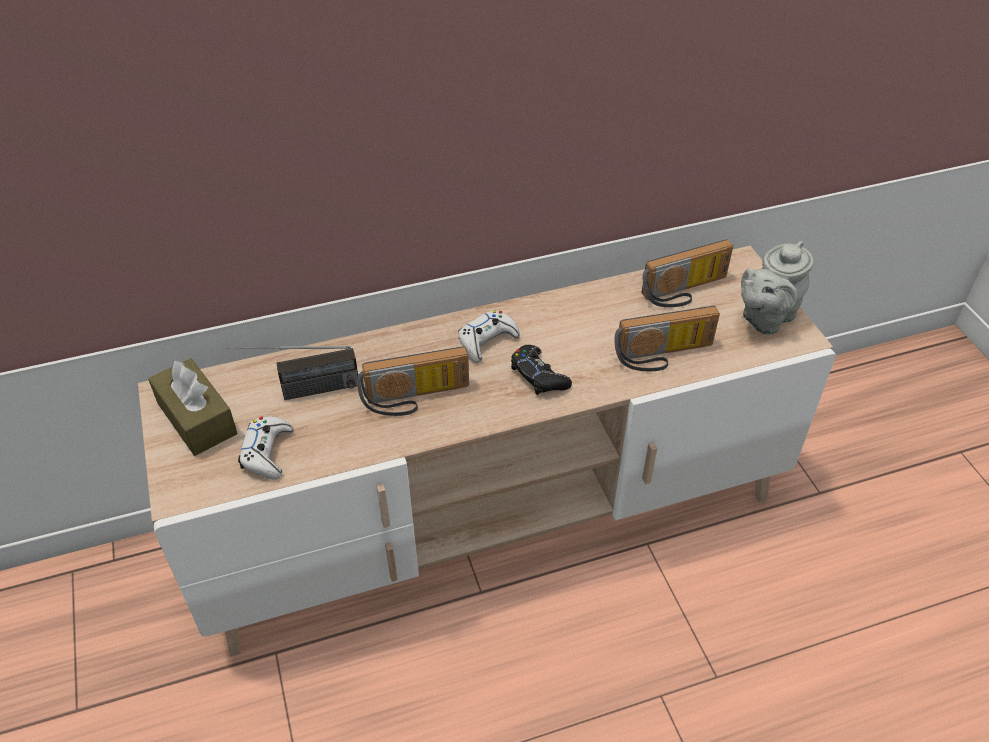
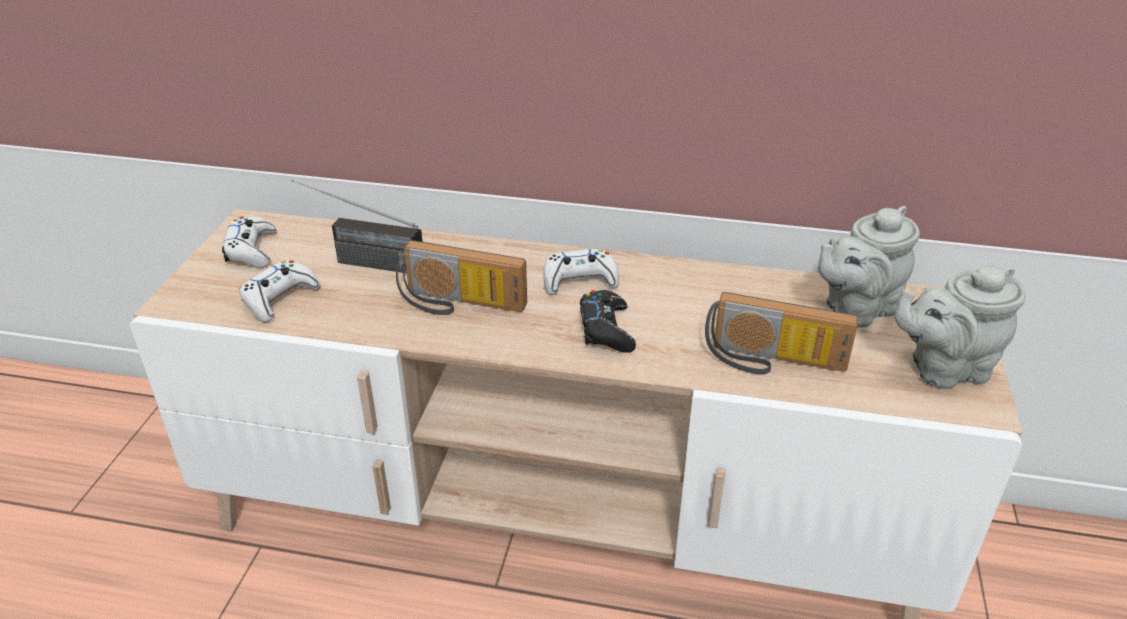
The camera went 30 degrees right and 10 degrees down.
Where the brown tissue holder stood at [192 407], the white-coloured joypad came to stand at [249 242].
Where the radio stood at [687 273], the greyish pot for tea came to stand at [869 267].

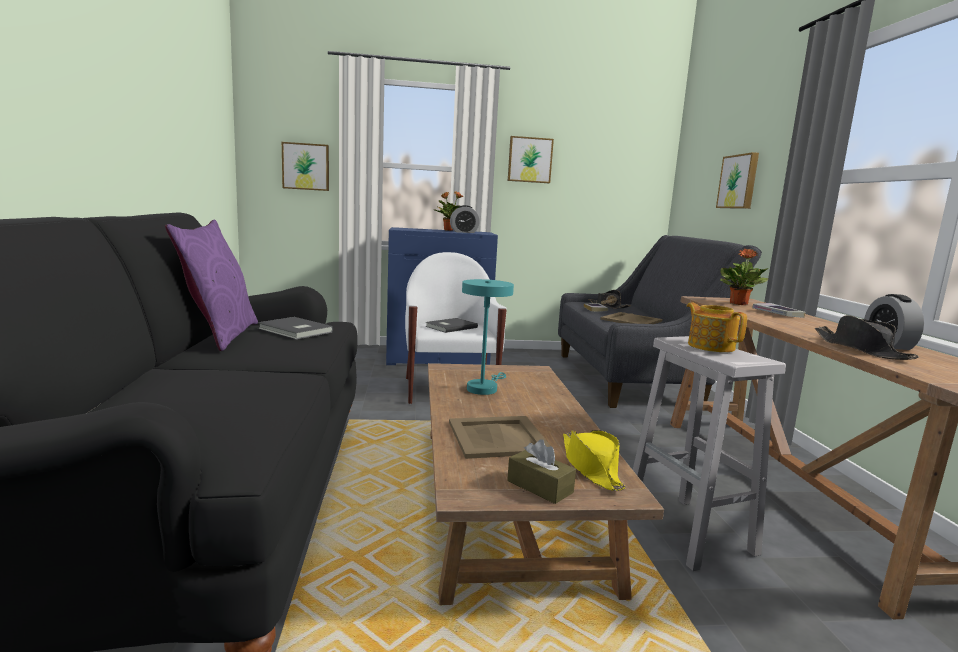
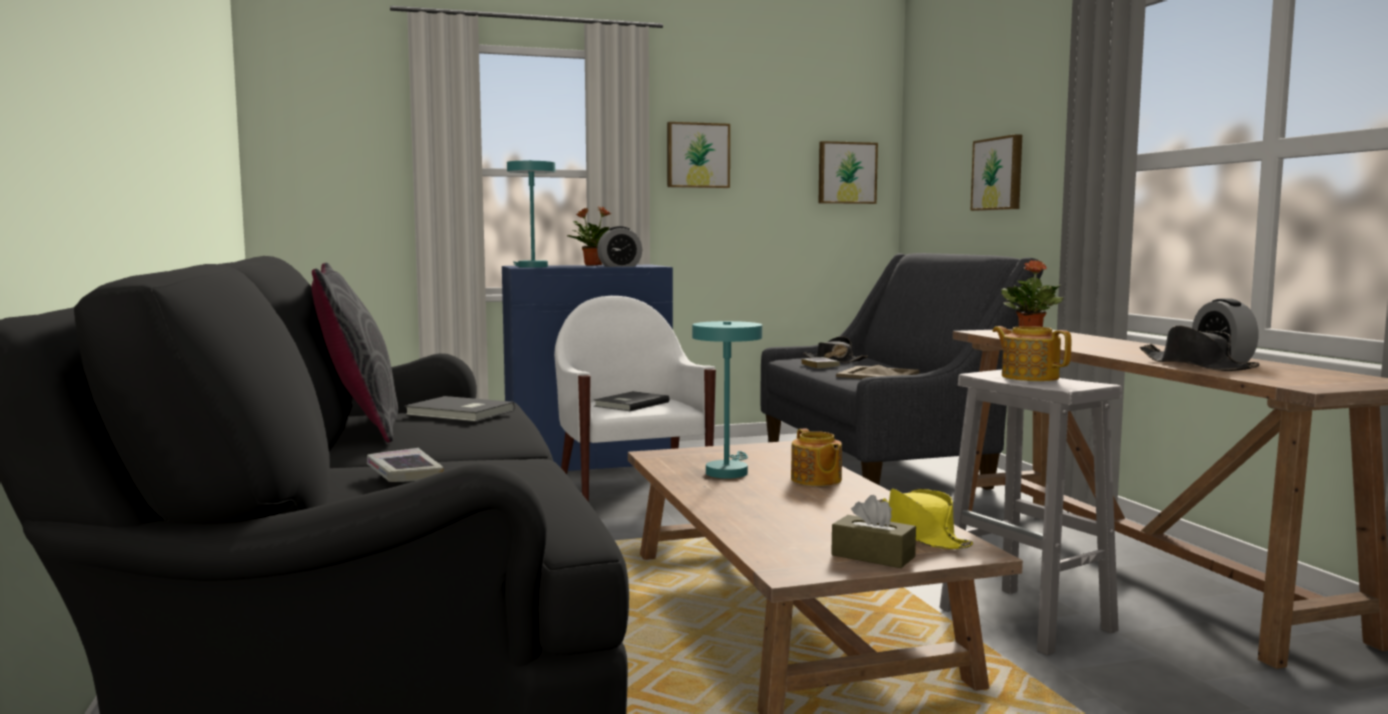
The camera went 10 degrees left and 5 degrees down.
What was the purple throw pillow at [211 285] turned into the greyish throw pillow at [355 352].
The wall art ended up elsewhere, having gone from [305 166] to [848 172].
The second view lost the sand-coloured serving tray at [500 437].
The bound book ended up elsewhere, having gone from [779 310] to [405 465].
The second view gained the turquoise-coloured tabletop lamp at [531 214].
The second view gained the pot for tea at [816 457].

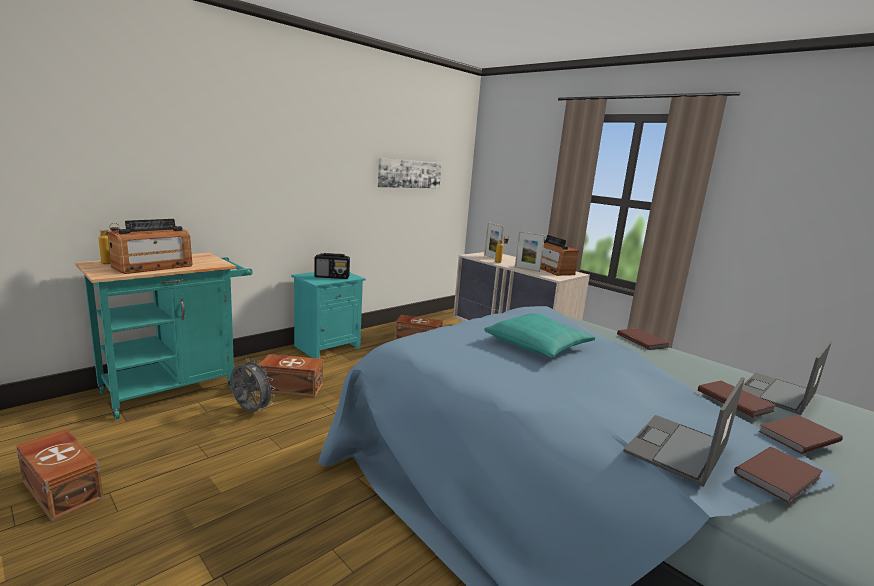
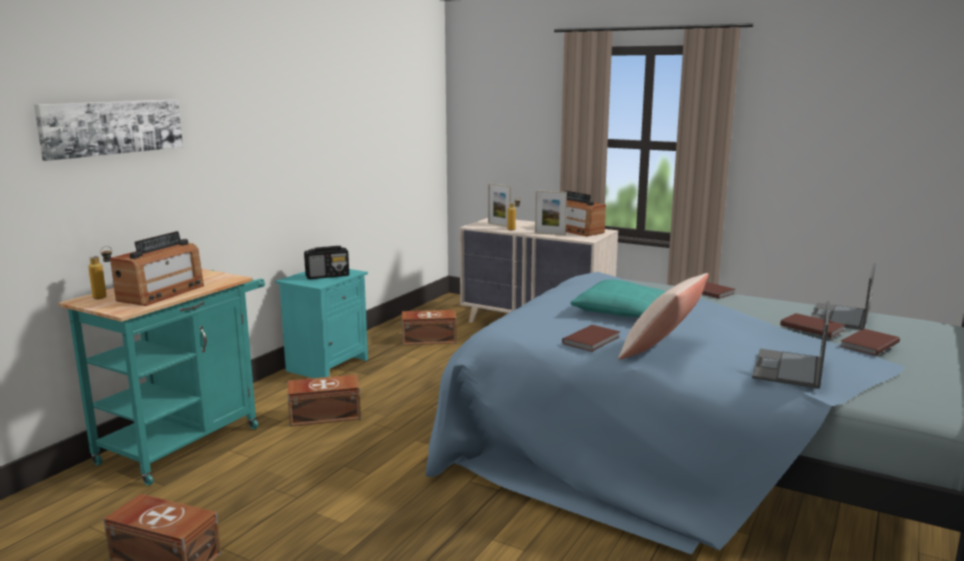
The camera went 15 degrees left and 0 degrees up.
The second view lost the greyish fan at [253 385].
The wall art ended up elsewhere, having gone from [410 173] to [108 130].
The brown bound book ended up elsewhere, having gone from [778 475] to [591 338].
The second view gained the sand-coloured throw pillow at [663 316].

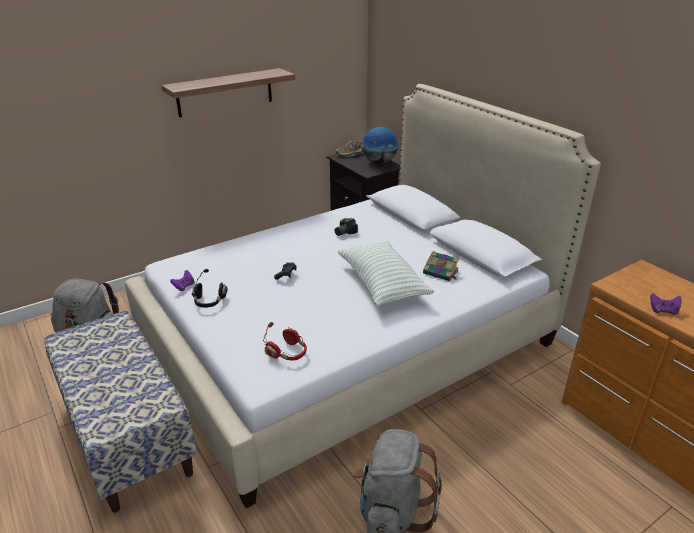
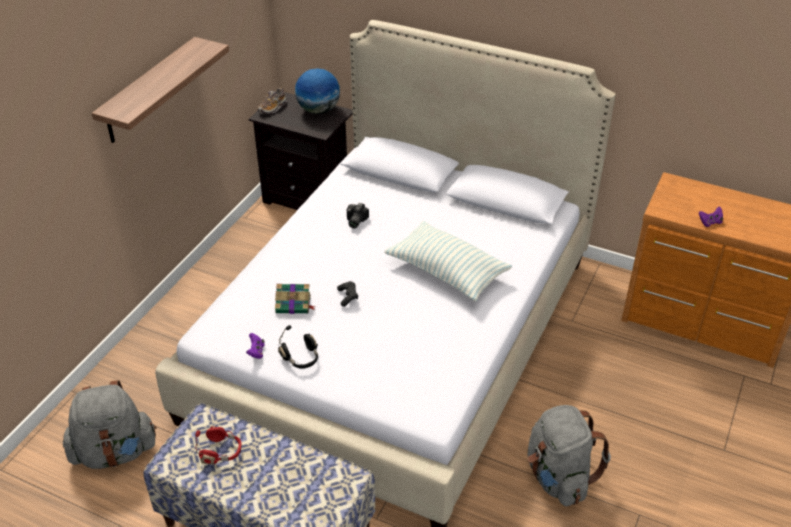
The camera went 30 degrees left and 10 degrees up.
The red pair of headphones ended up elsewhere, having gone from [285 341] to [219 445].
The bound book ended up elsewhere, having gone from [441 266] to [295 299].

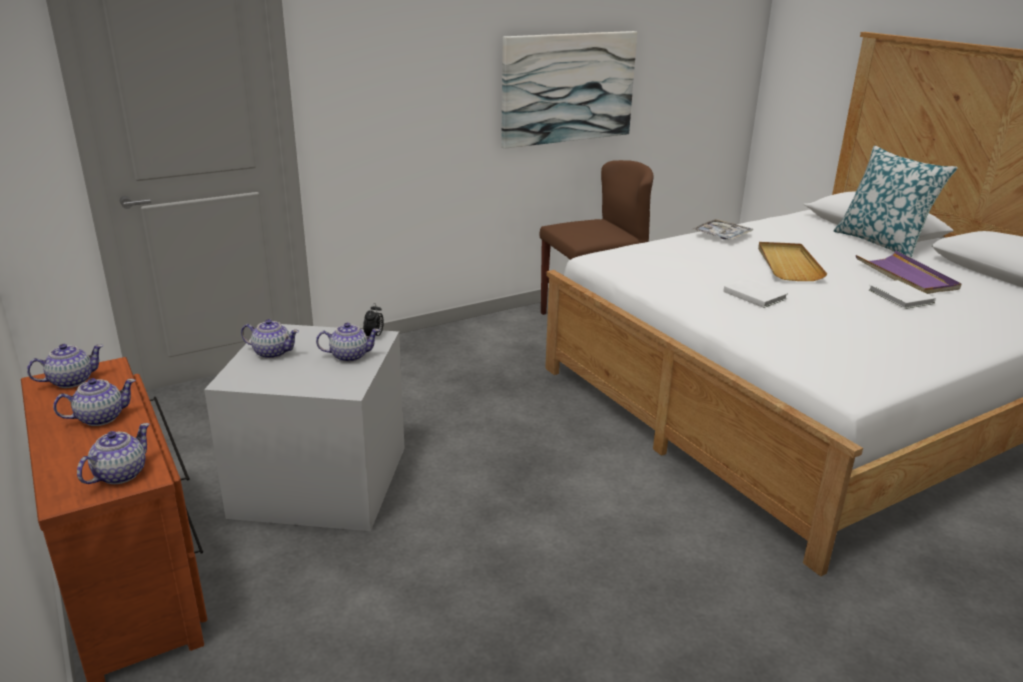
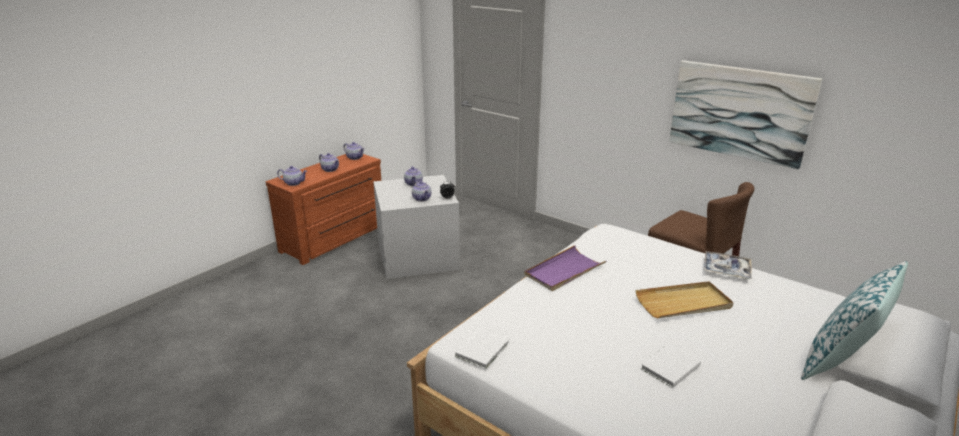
The camera went 70 degrees right and 0 degrees up.
The white-coloured bound book ended up elsewhere, having gone from [755 293] to [482 348].
The purple serving tray ended up elsewhere, having gone from [909 272] to [565 268].

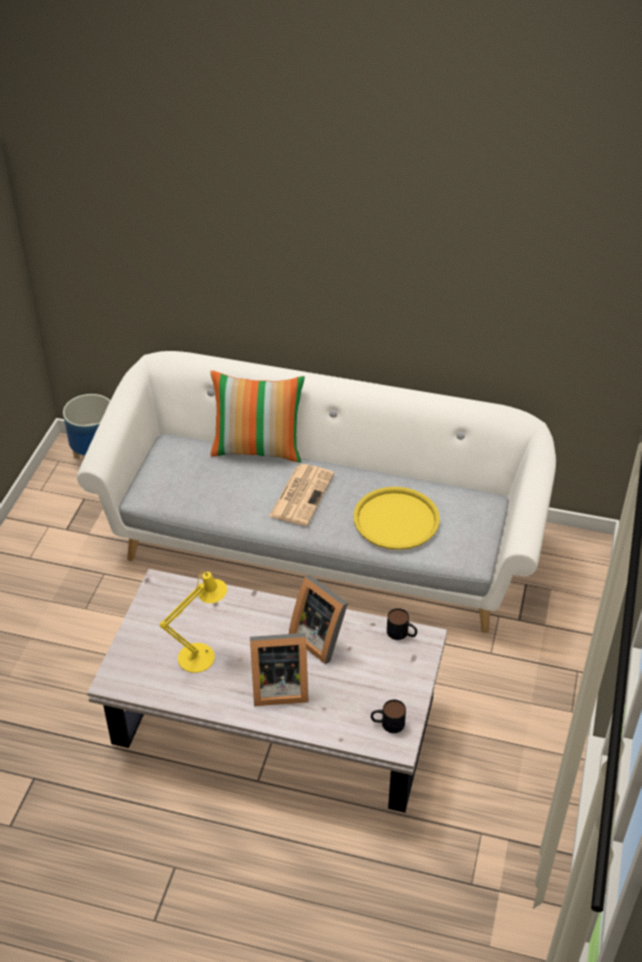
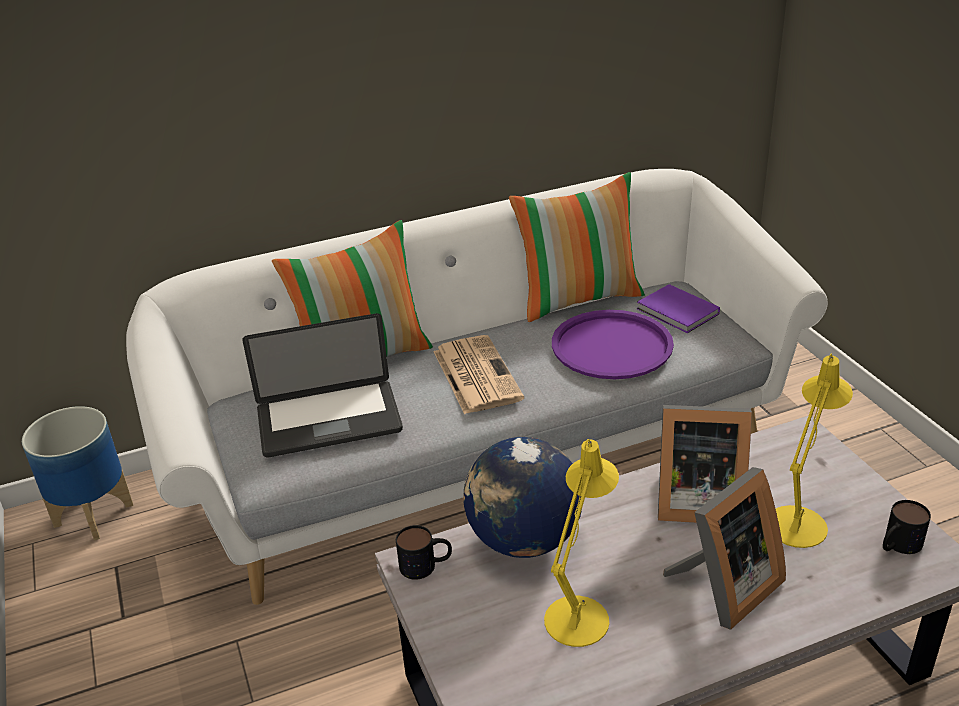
The camera went 35 degrees left and 10 degrees down.
What was the yellow serving tray at [396 518] turned into the purple serving tray at [613 344].
The coffee mug ended up elsewhere, having gone from [402 624] to [424 552].
The second view gained the portable computer at [322 385].
The second view gained the globe at [522 497].
The second view gained the throw pillow at [577 247].
The second view gained the purple bound book at [678 308].
The second view gained the yellow tabletop lamp at [814 451].

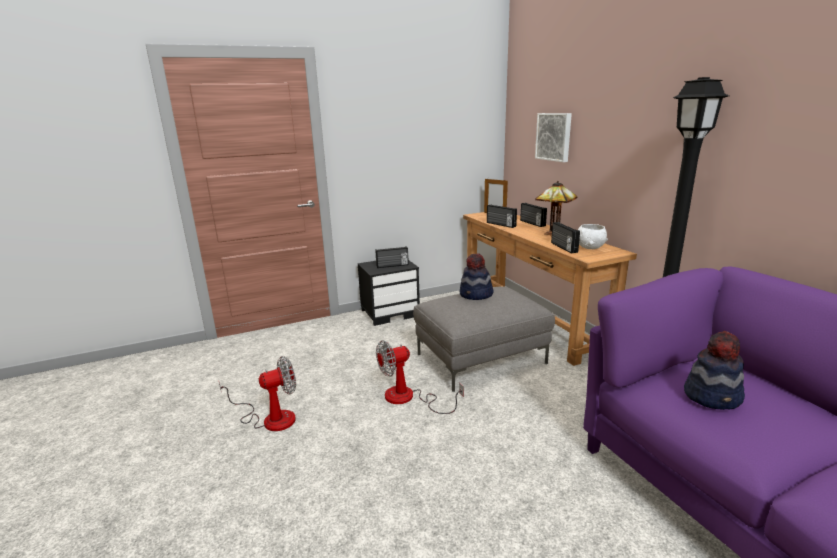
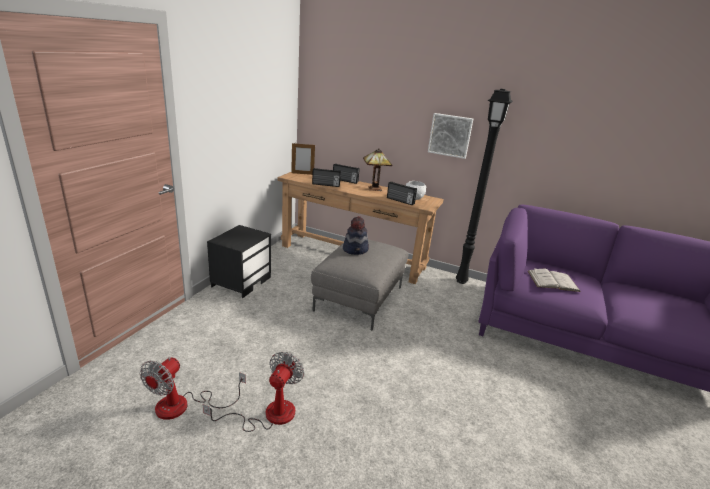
The camera went 45 degrees left and 5 degrees up.
The second view lost the radio at [392 257].
The fan ended up elsewhere, having gone from [420 377] to [193 388].
The wall art ended up elsewhere, having gone from [553 137] to [450 136].
Where the hat stood at [714 370], the white-coloured bound book came to stand at [554 280].

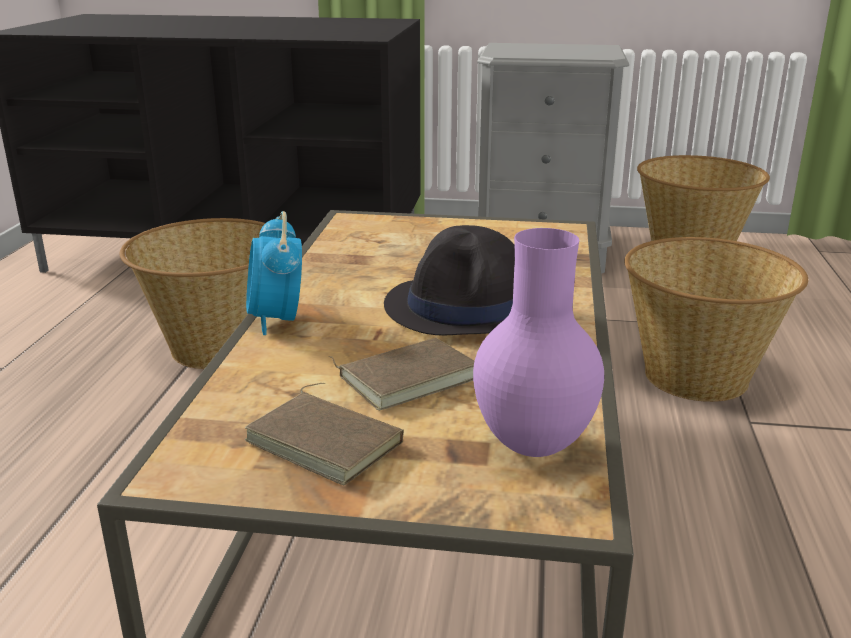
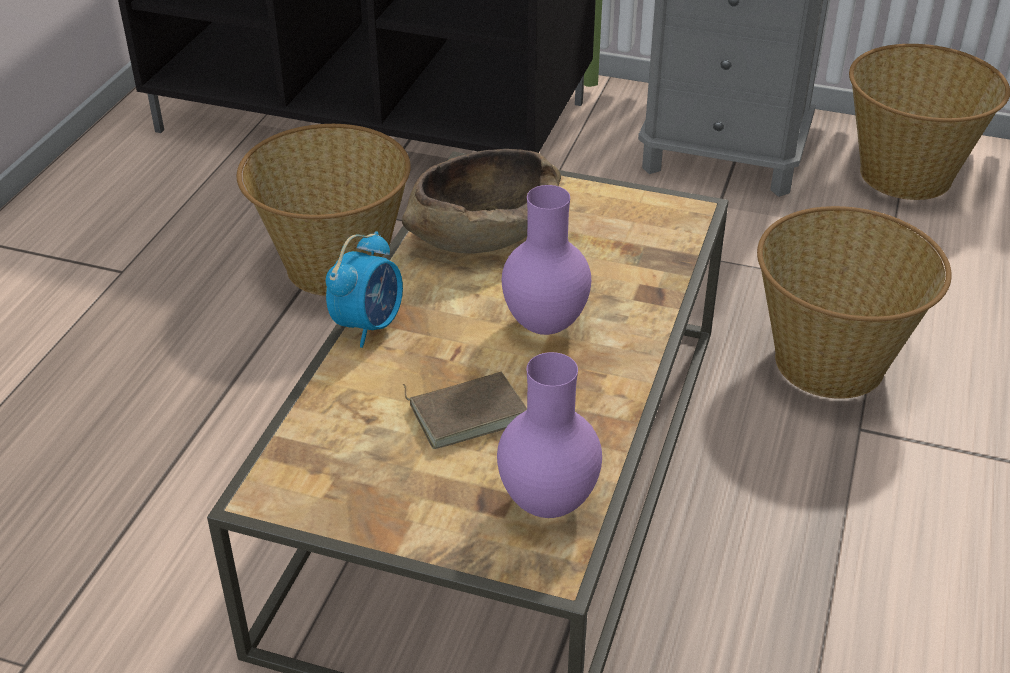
The camera went 10 degrees right and 15 degrees up.
The second view lost the brown bound book at [324 434].
The alarm clock at [274 273] ended up facing another way, 150 degrees counterclockwise from before.
Where the black hat stood at [449 280], the purple flower vase came to stand at [546 260].
The second view gained the brown bowl at [481 201].

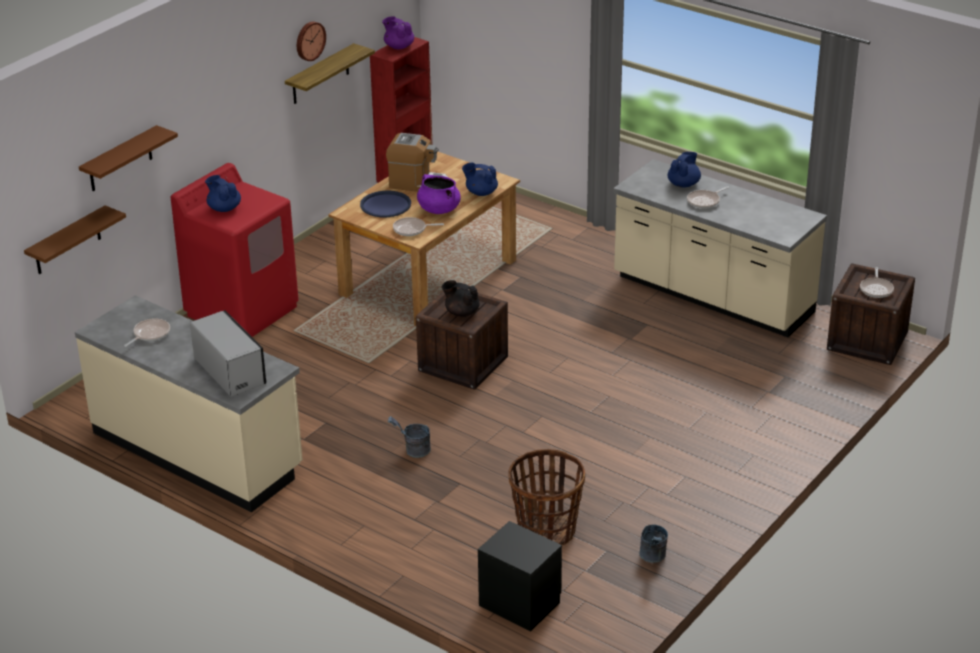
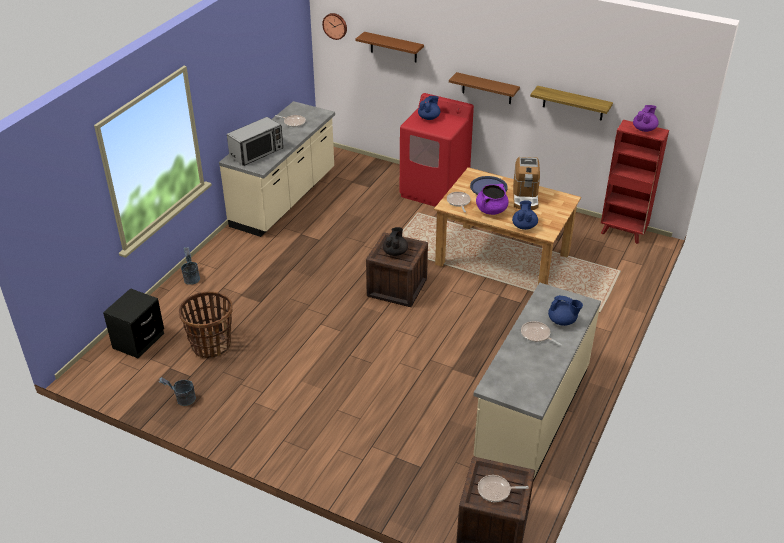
The camera went 80 degrees right and 5 degrees up.
The brown bracket shelf ended up elsewhere, having gone from [75 239] to [484 88].
The hanging clock ended up elsewhere, having gone from [311 41] to [334 26].
The greyish pail ended up elsewhere, having gone from [409 437] to [190 266].

